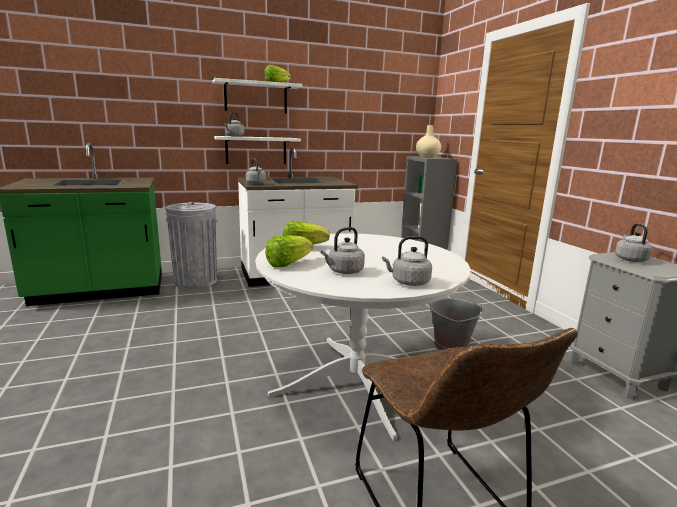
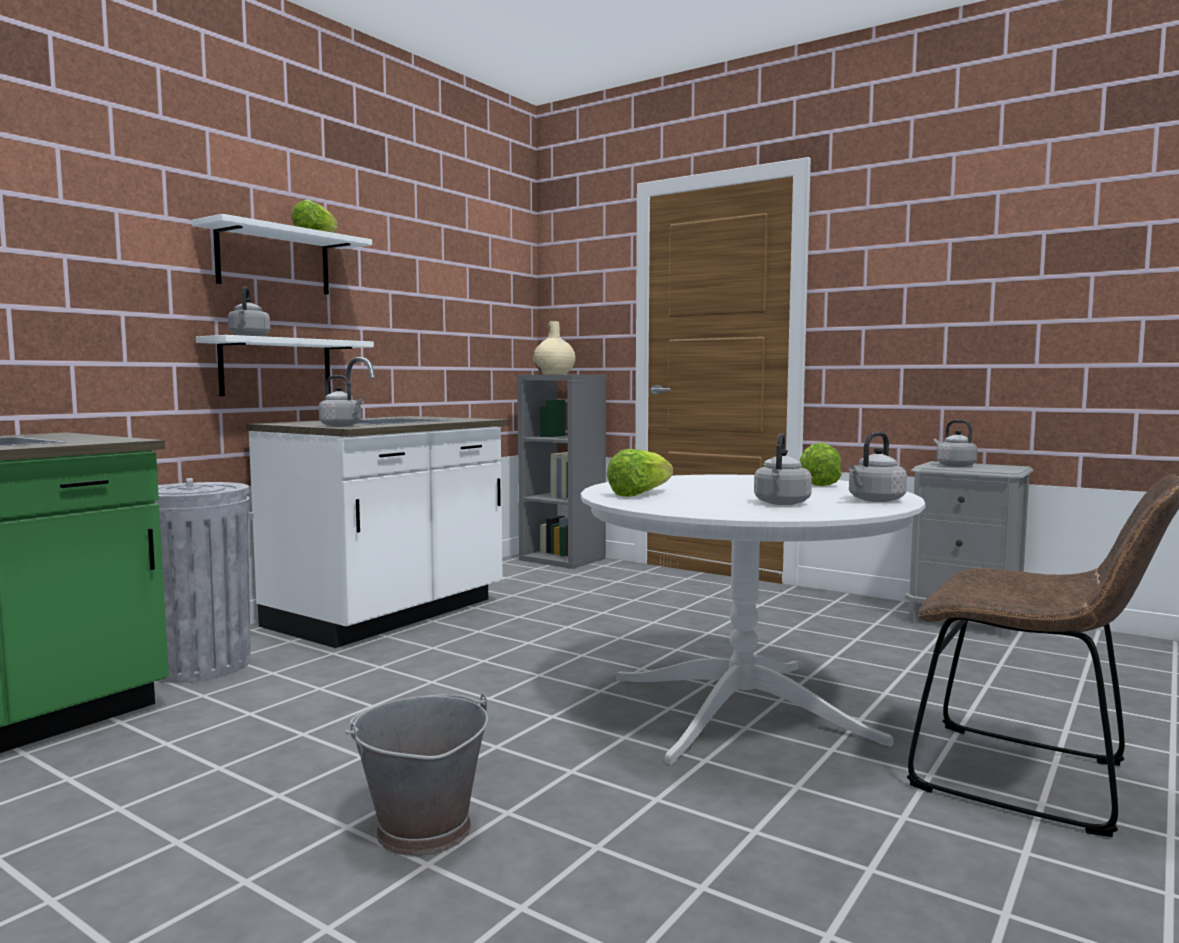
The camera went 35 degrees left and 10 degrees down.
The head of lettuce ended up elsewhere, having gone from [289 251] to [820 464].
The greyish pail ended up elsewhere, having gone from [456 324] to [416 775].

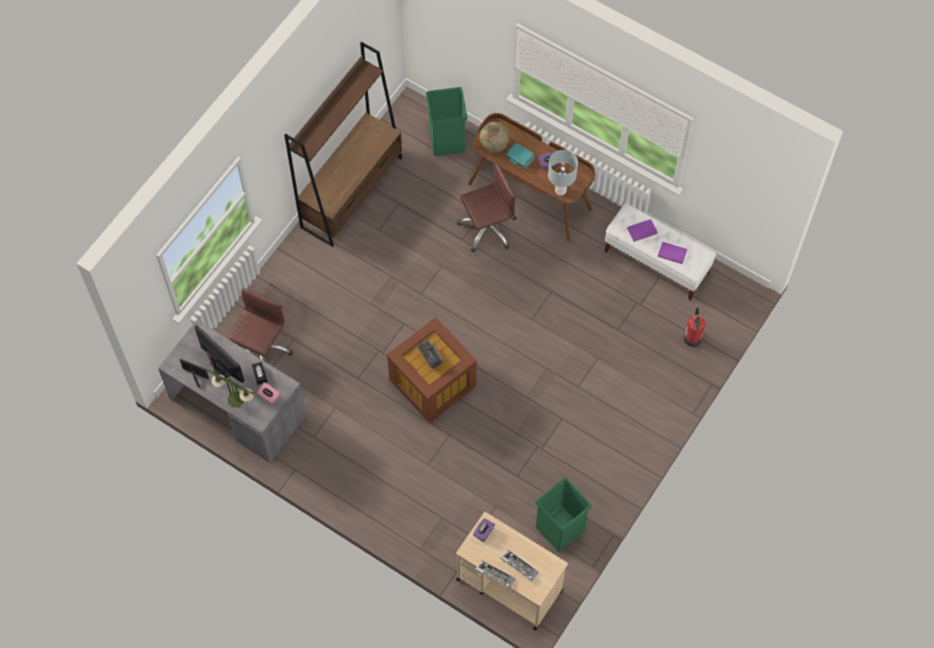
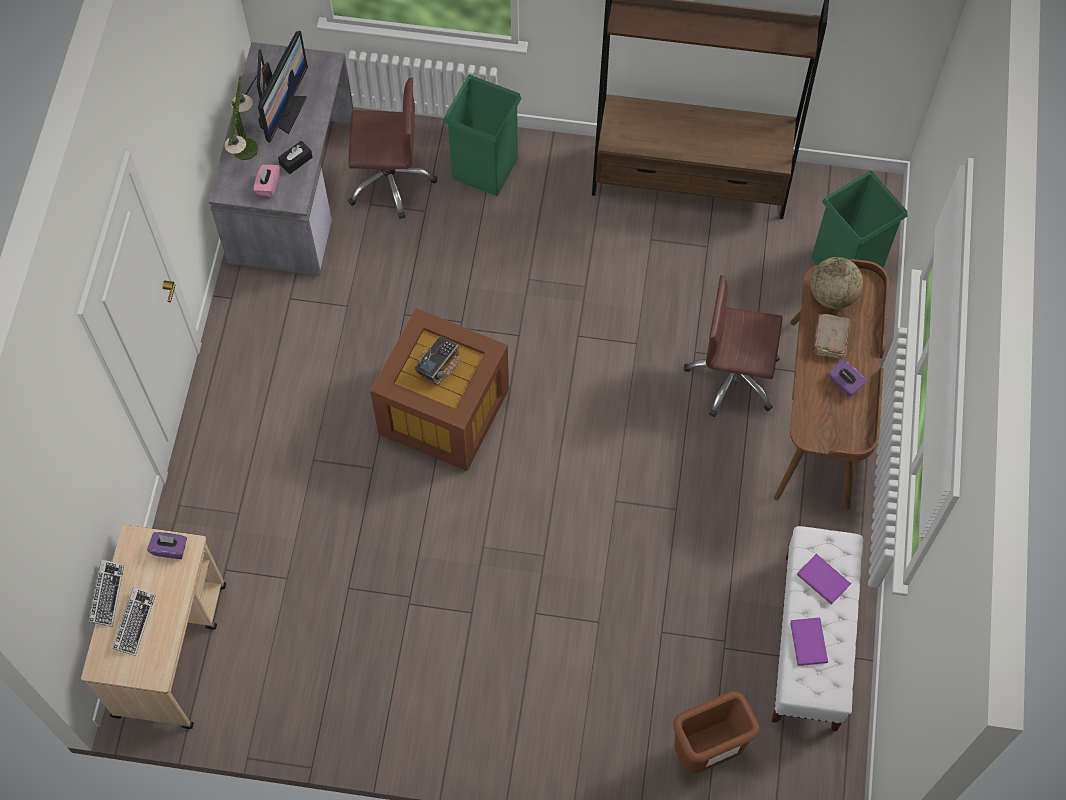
The camera went 65 degrees right and 0 degrees up.
The brown office chair at [486 207] ended up facing another way, 150 degrees clockwise from before.
What was the turquoise-coloured bound book at [520 156] turned into the brown bound book at [831 337].
The green-coloured trash can ended up elsewhere, having gone from [563 514] to [482 135].
The second view lost the greyish tabletop lamp at [563 172].
Where the fire extinguisher stood at [694 327], the brown trash can came to stand at [716 732].

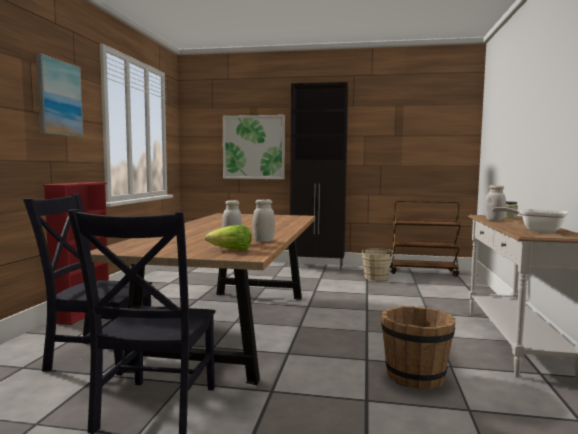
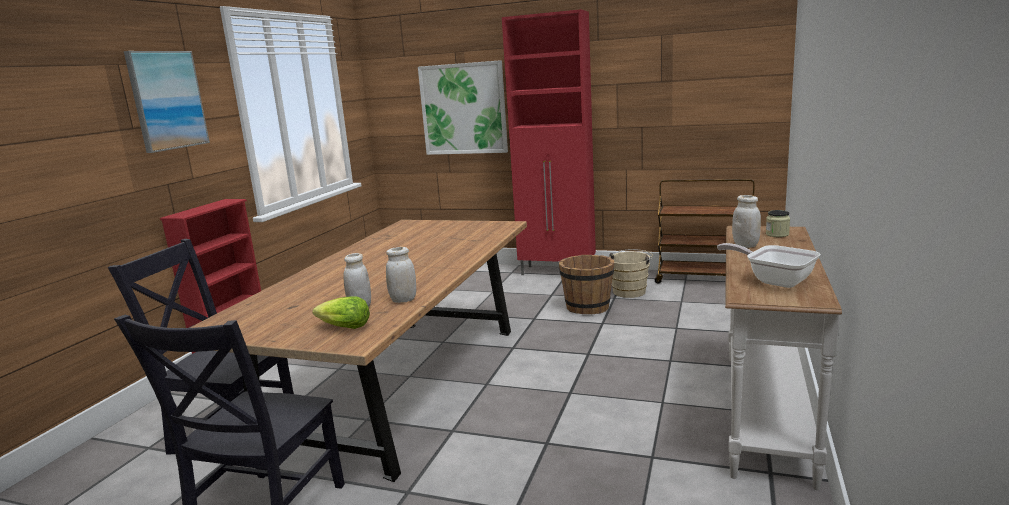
The camera went 10 degrees right and 10 degrees up.
What was the black cabinet at [319 176] turned into the red cabinet at [549 142].
The brown pail ended up elsewhere, having gone from [418 347] to [586 284].

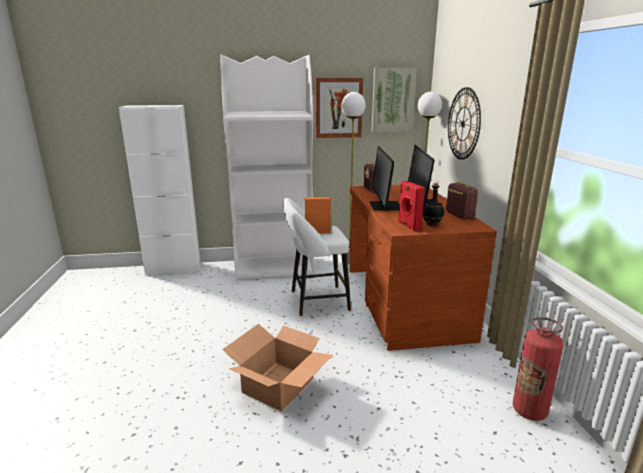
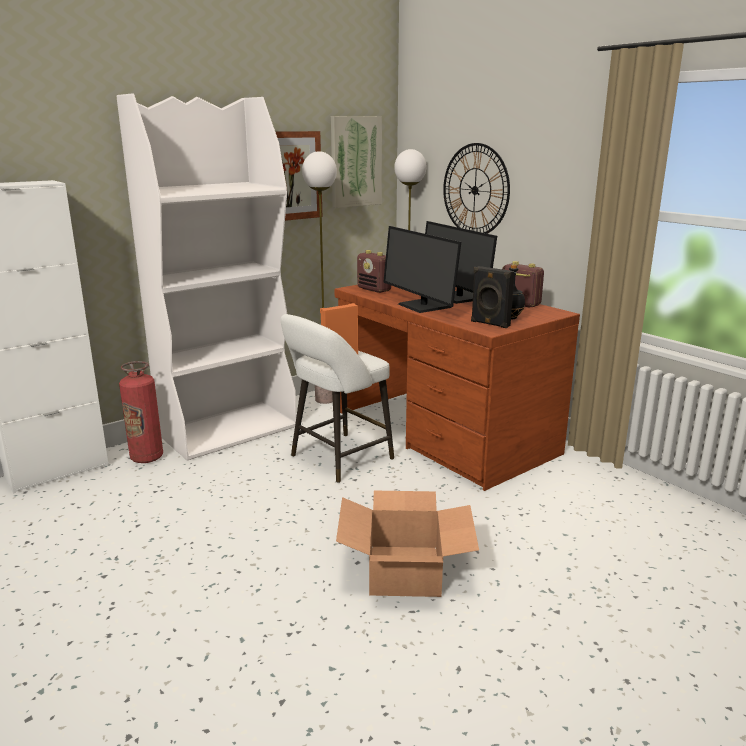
The camera went 30 degrees left and 0 degrees up.
What was the red audio speaker at [411 206] turned into the black audio speaker at [493 297].
The fire extinguisher ended up elsewhere, having gone from [538 369] to [141 412].

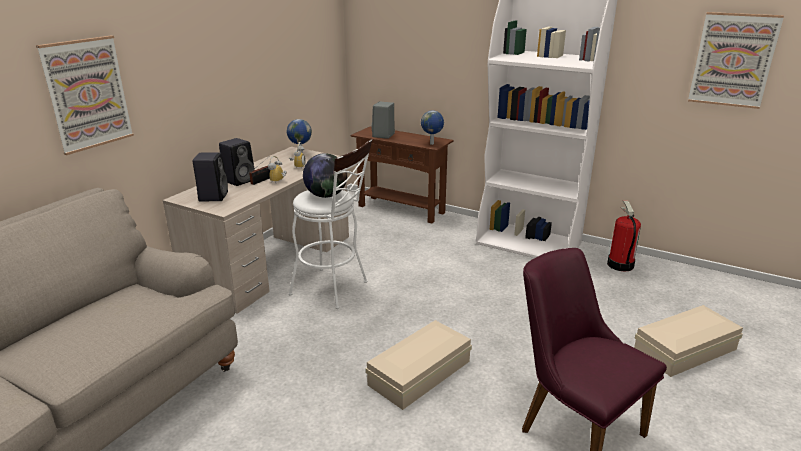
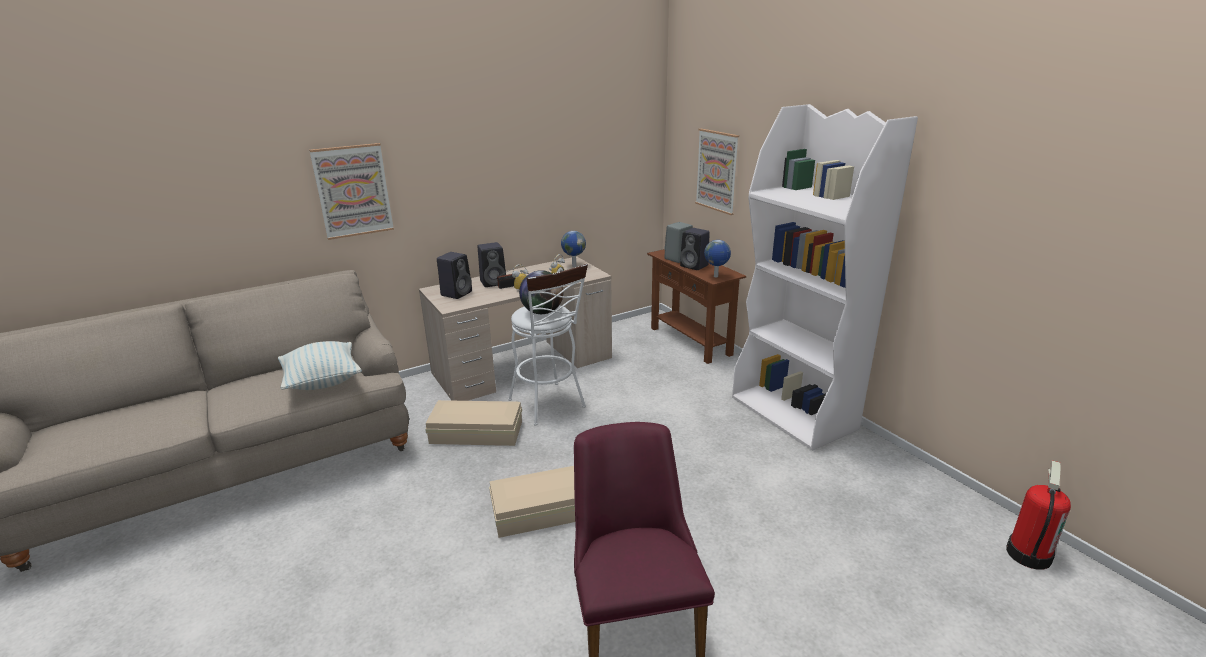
The camera went 30 degrees right and 0 degrees up.
The fire extinguisher ended up elsewhere, having gone from [624 236] to [1038 515].
The sand-coloured storage box ended up elsewhere, having gone from [688 341] to [473 423].
The wall art ended up elsewhere, having gone from [736 60] to [717 172].
The second view gained the throw pillow at [320 365].
The second view gained the black audio speaker at [695 249].

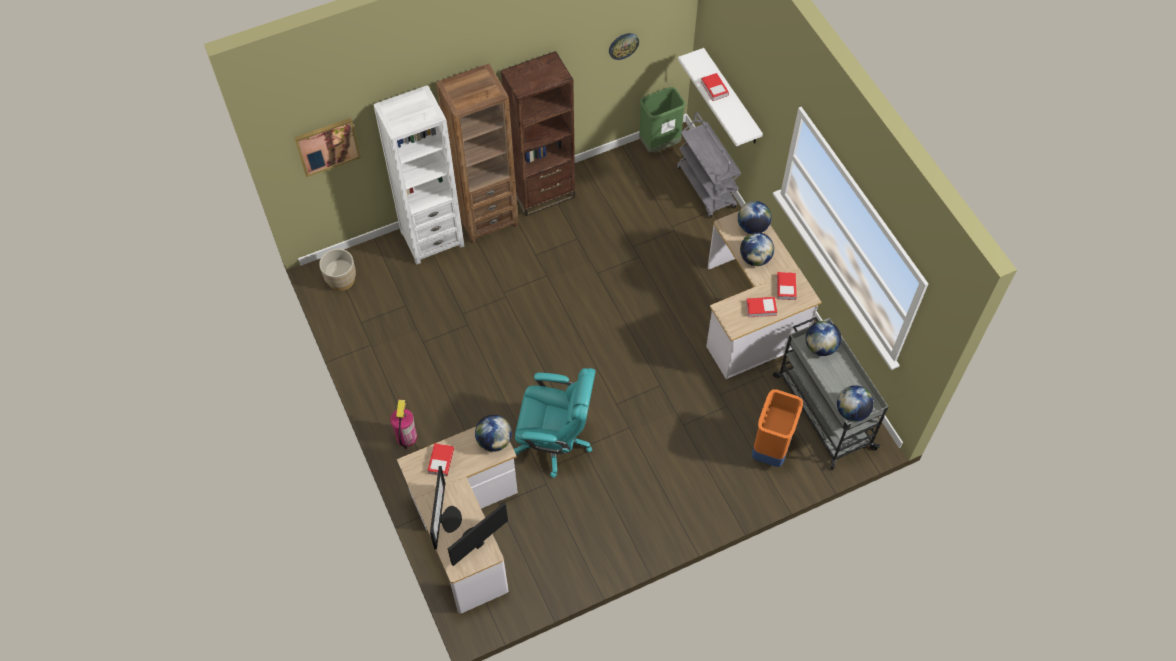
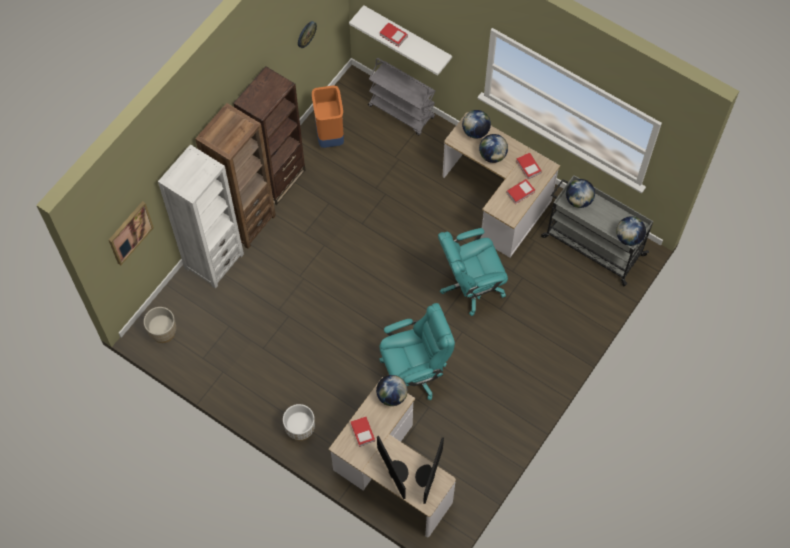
The camera went 30 degrees left and 5 degrees up.
Where the fire extinguisher stood at [403 424], the white-coloured plant pot came to stand at [299 422].
The second view lost the green-coloured trash can at [662 120].
The orangey trash can ended up elsewhere, having gone from [777 428] to [328 116].
The second view gained the turquoise-coloured office chair at [473 272].

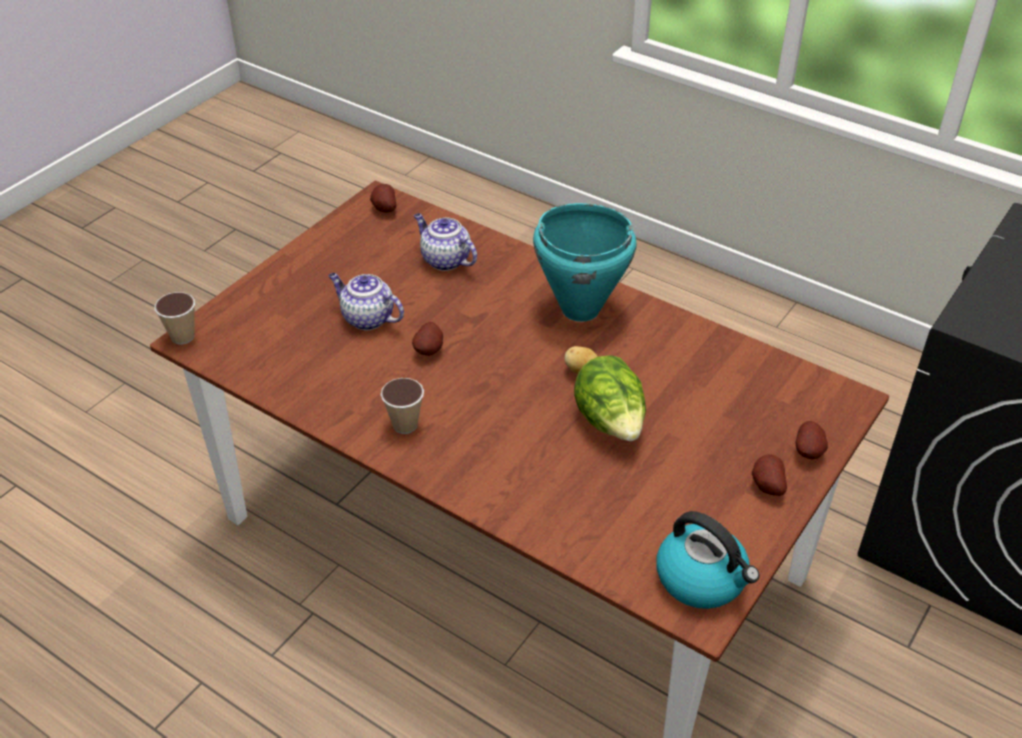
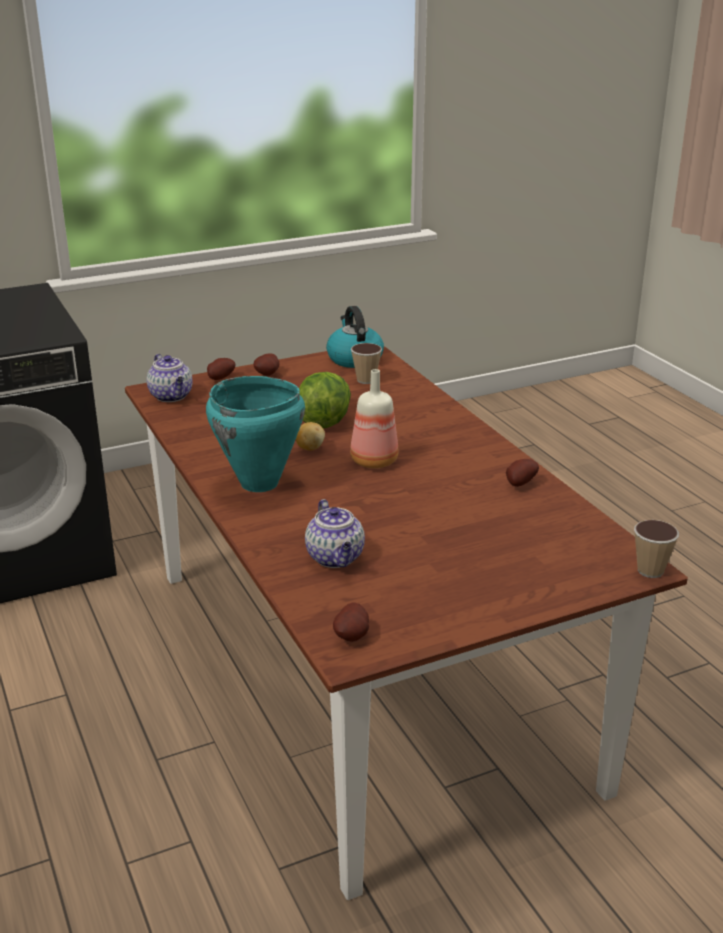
The camera went 150 degrees left and 15 degrees down.
The pot for tea ended up elsewhere, having gone from [366 301] to [170 378].
The cup ended up elsewhere, having gone from [402 406] to [366 363].
The potato ended up elsewhere, having gone from [427 339] to [522 473].
The second view gained the beverage bottle at [374 418].

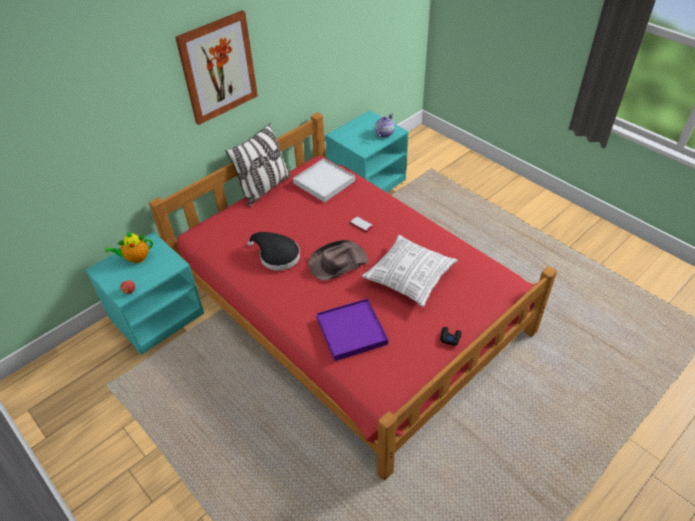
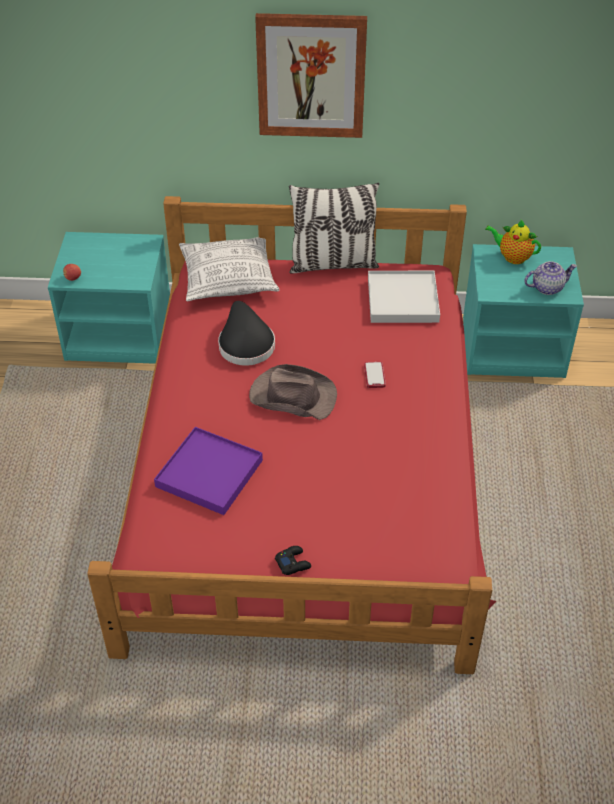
The camera went 45 degrees right and 0 degrees up.
The pot for tea ended up elsewhere, having gone from [129 247] to [513 242].
The throw pillow ended up elsewhere, having gone from [410 271] to [229 269].

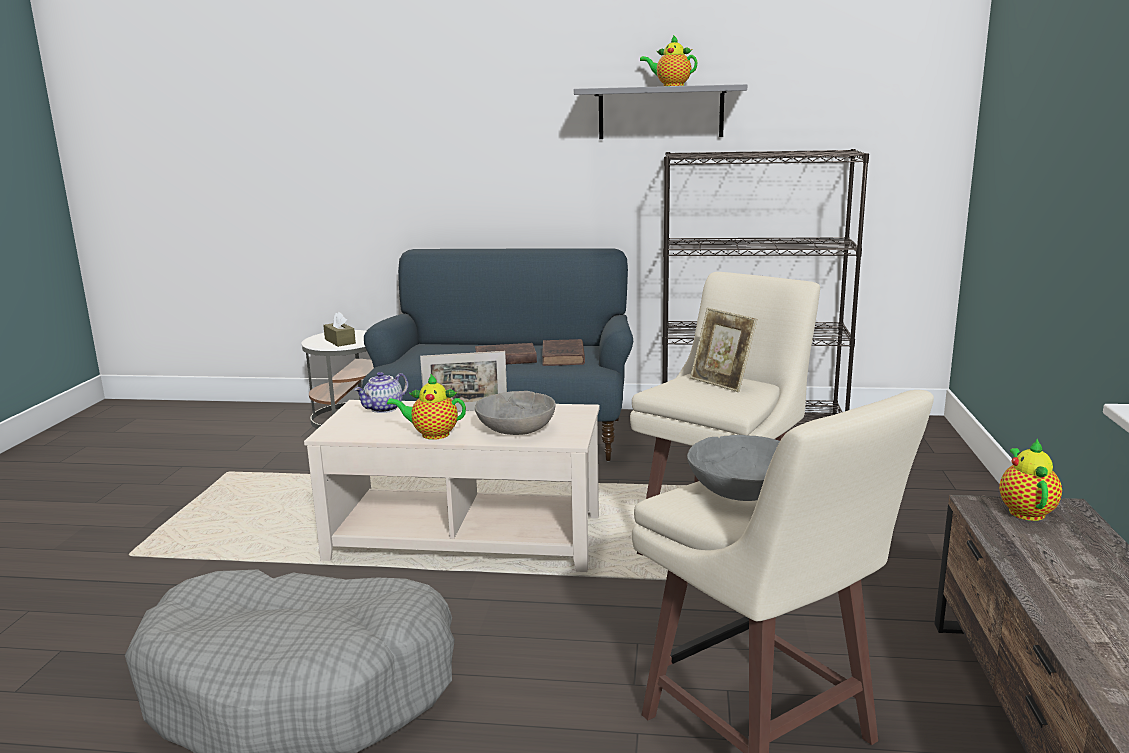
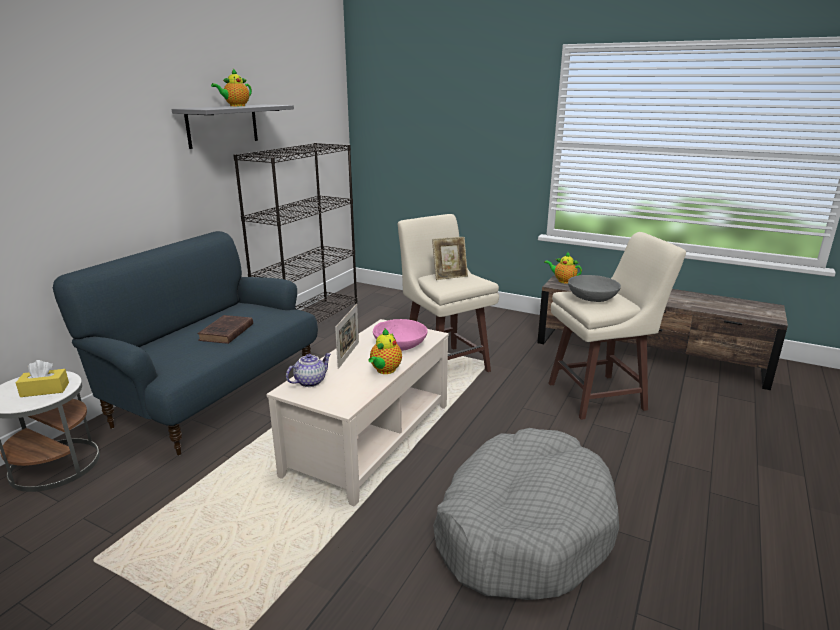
The camera went 70 degrees left and 5 degrees up.
What was the brown tissue holder at [339 329] turned into the yellow tissue holder at [42 378].
The pot for tea at [381 392] ended up facing another way, 105 degrees counterclockwise from before.
What was the greyish bowl at [515 413] turned into the pinkish bowl at [400 335].
The second view lost the brown bound book at [563 352].

